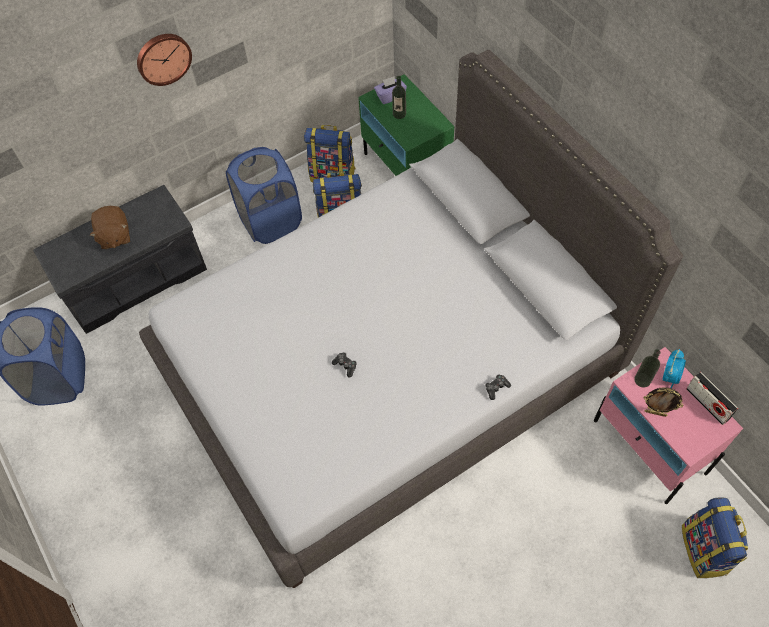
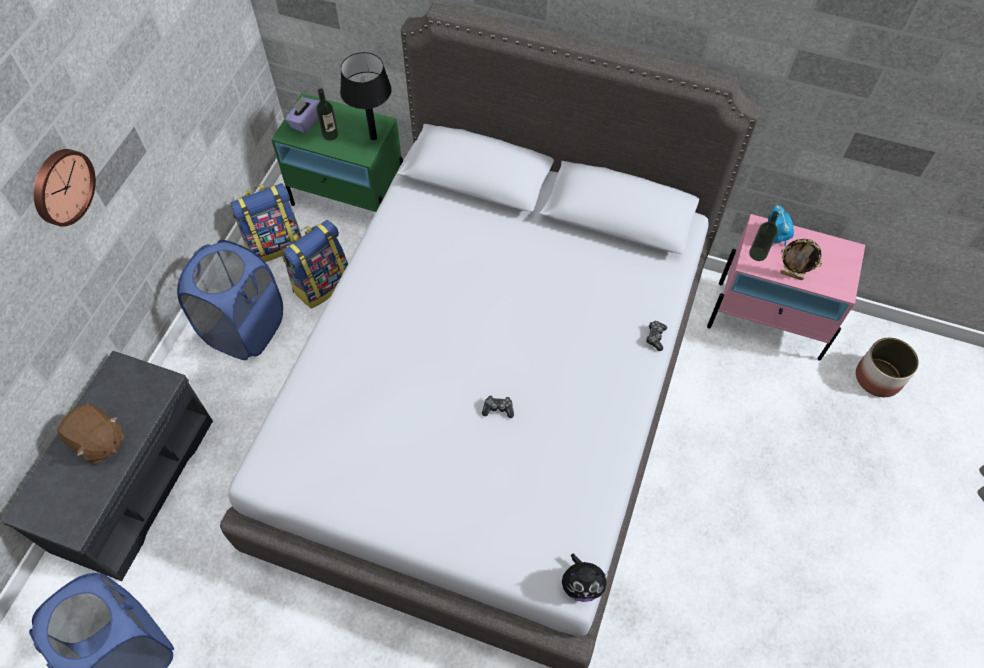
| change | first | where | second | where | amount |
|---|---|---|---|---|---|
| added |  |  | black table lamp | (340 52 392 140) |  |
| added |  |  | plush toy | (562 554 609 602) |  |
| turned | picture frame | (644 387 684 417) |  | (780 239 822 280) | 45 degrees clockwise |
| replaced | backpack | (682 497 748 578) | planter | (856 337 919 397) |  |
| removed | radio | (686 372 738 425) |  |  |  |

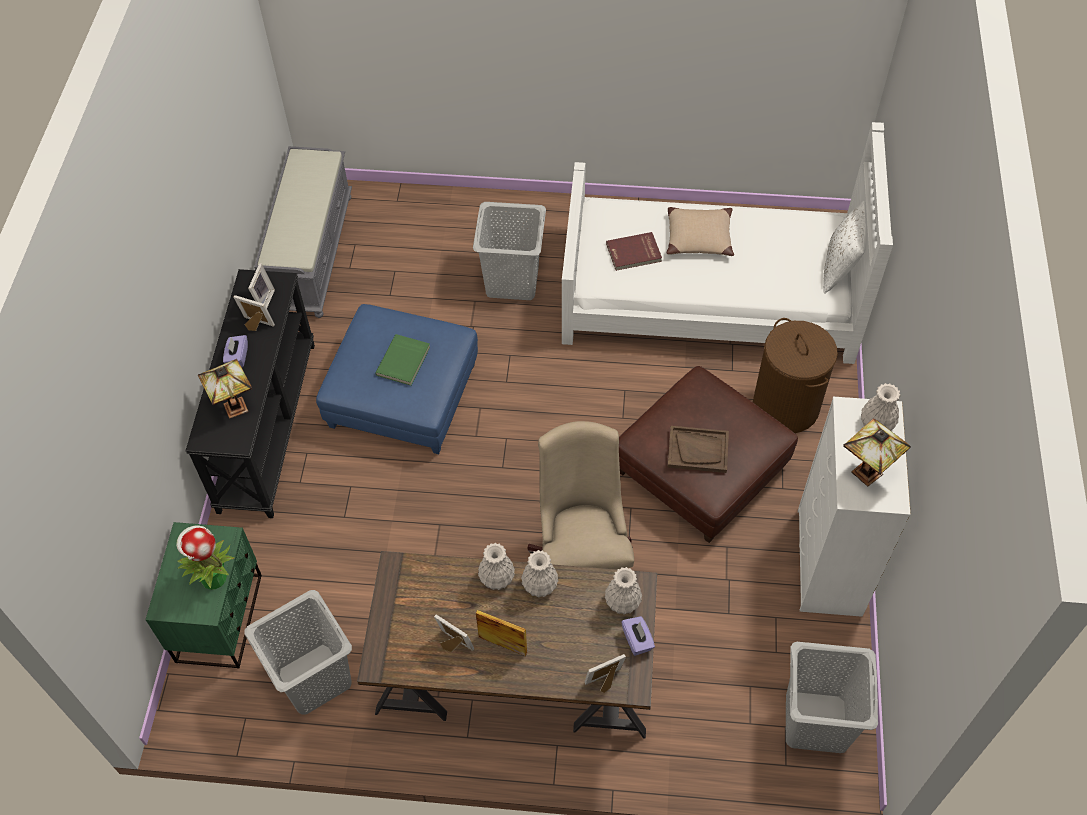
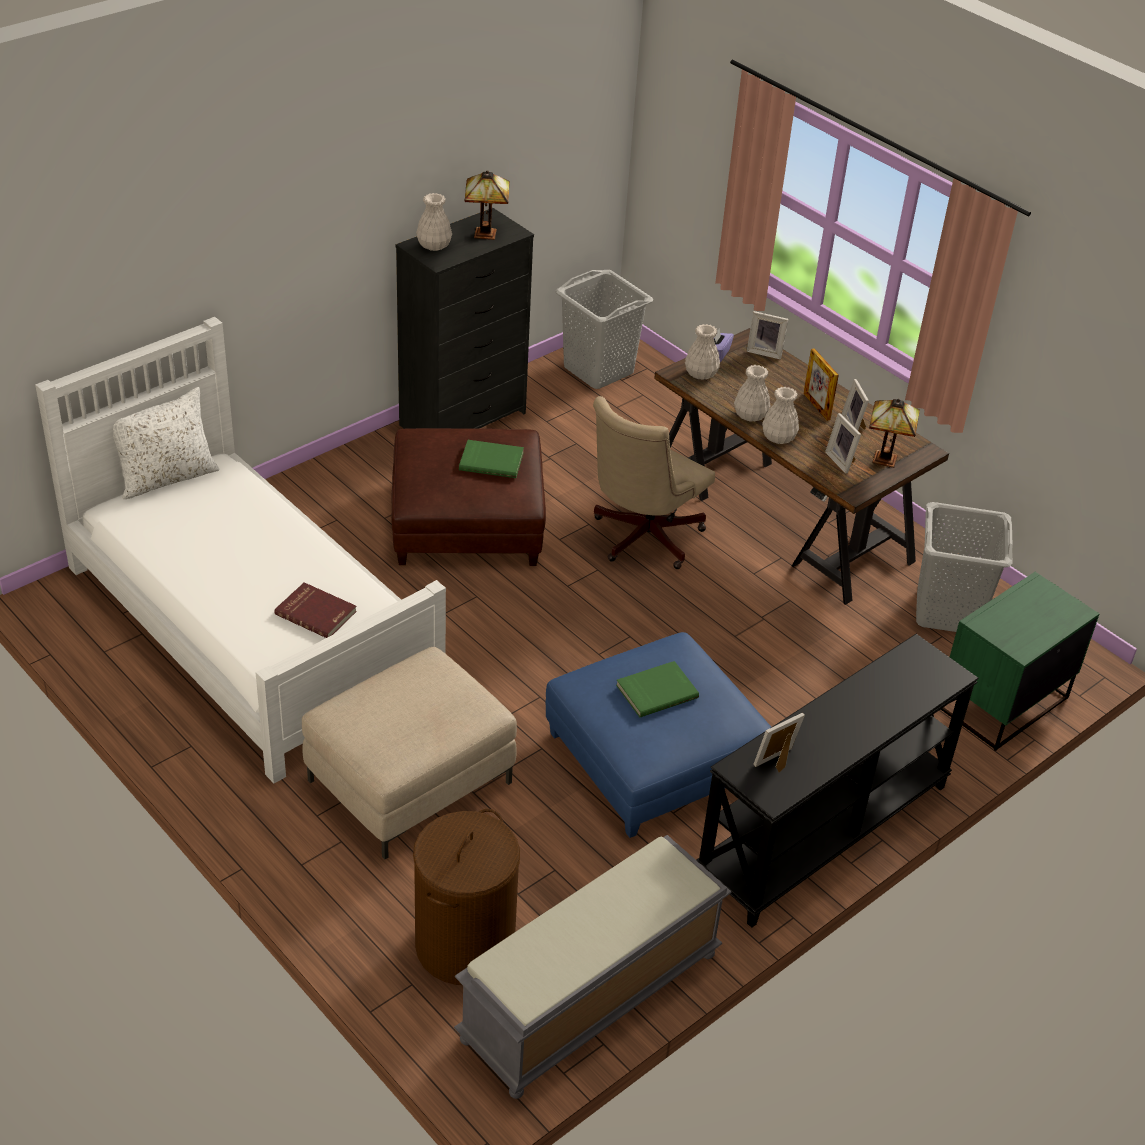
| change | first | where | second | where | amount |
|---|---|---|---|---|---|
| replaced | grey laundry basket | (473 202 546 300) | beige ottoman | (302 647 517 859) |  |
| recoloured | white dresser | (798 397 911 617) | black dresser | (395 208 534 429) |  |
| moved | brown laundry basket | (753 318 838 433) |  | (413 809 520 985) |  |
| replaced | brown tray | (668 426 729 473) | green book | (459 440 524 478) |  |
| moved | picture frame | (233 295 275 331) |  | (825 413 861 474) |  |
| moved | table lamp | (198 359 252 419) |  | (869 399 920 468) |  |
| removed | potted plant | (176 525 234 590) |  |  |  |
| removed | purple tissue box | (223 335 248 367) |  |  |  |
| removed | beige pillow | (667 207 734 256) |  |  |  |

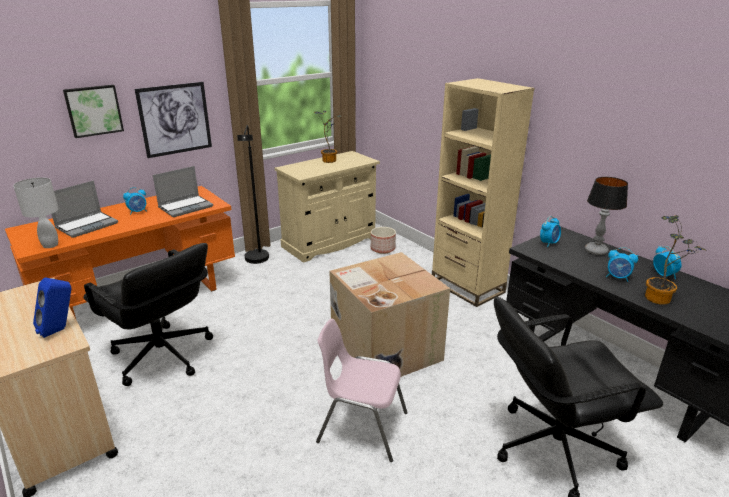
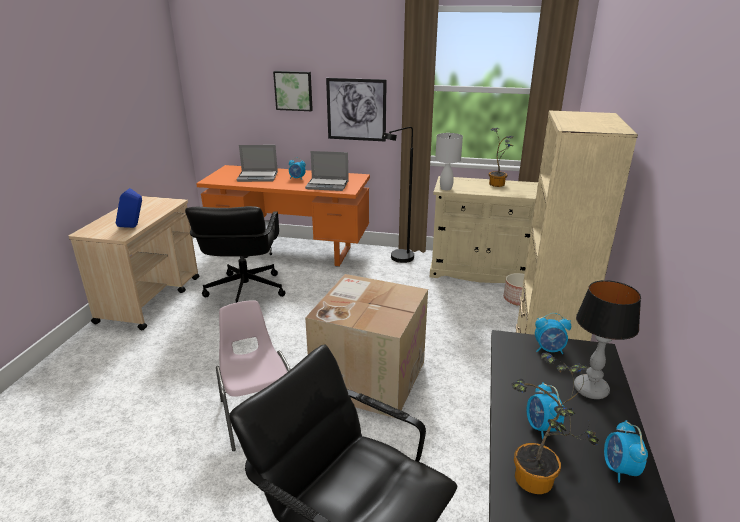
| change | first | where | second | where | amount |
|---|---|---|---|---|---|
| moved | white table lamp | (13 177 59 248) |  | (435 133 463 190) |  |
| turned | alarm clock | (653 246 682 279) |  | (604 420 648 483) | 150 degrees clockwise |

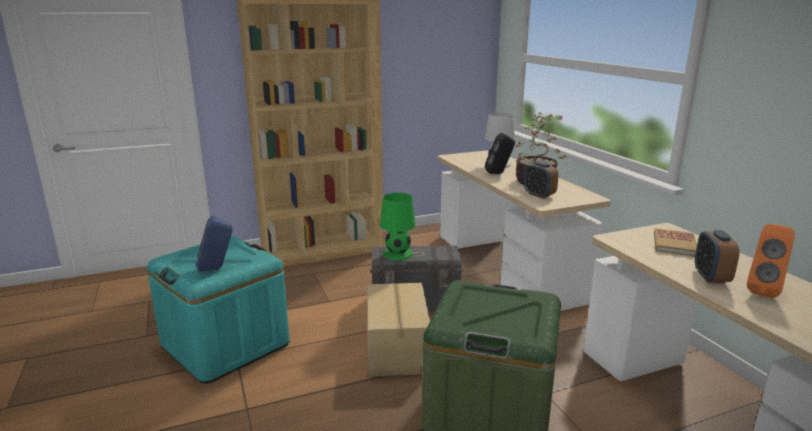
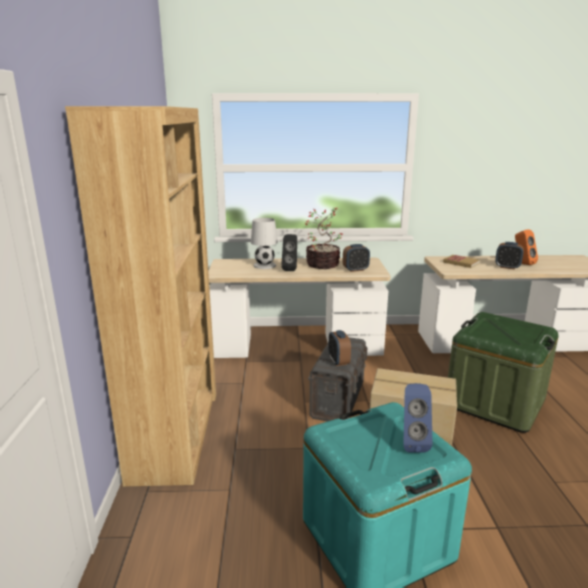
| change | first | where | second | where | amount |
|---|---|---|---|---|---|
| replaced | green table lamp | (380 193 415 260) | alarm clock | (328 330 351 366) |  |

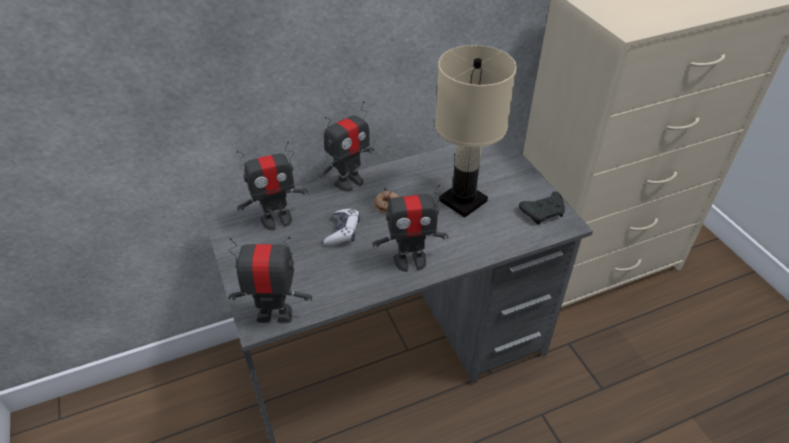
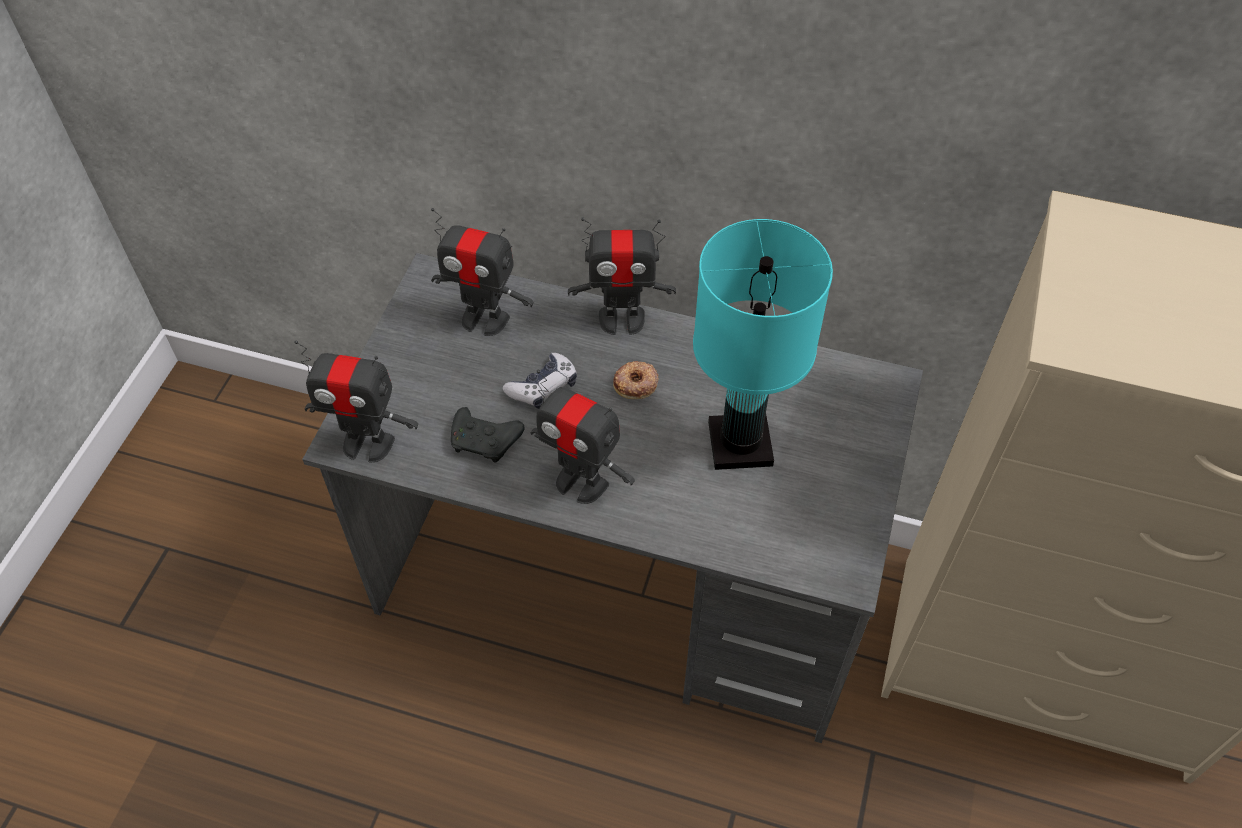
| change | first | where | second | where | amount |
|---|---|---|---|---|---|
| turned | toy robot | (228 236 312 323) |  | (294 340 418 463) | 150 degrees clockwise |
| moved | black game controller | (519 192 565 225) |  | (451 407 525 463) |  |
| recoloured | beige table lamp | (435 45 517 218) | turquoise table lamp | (693 219 833 470) |  |

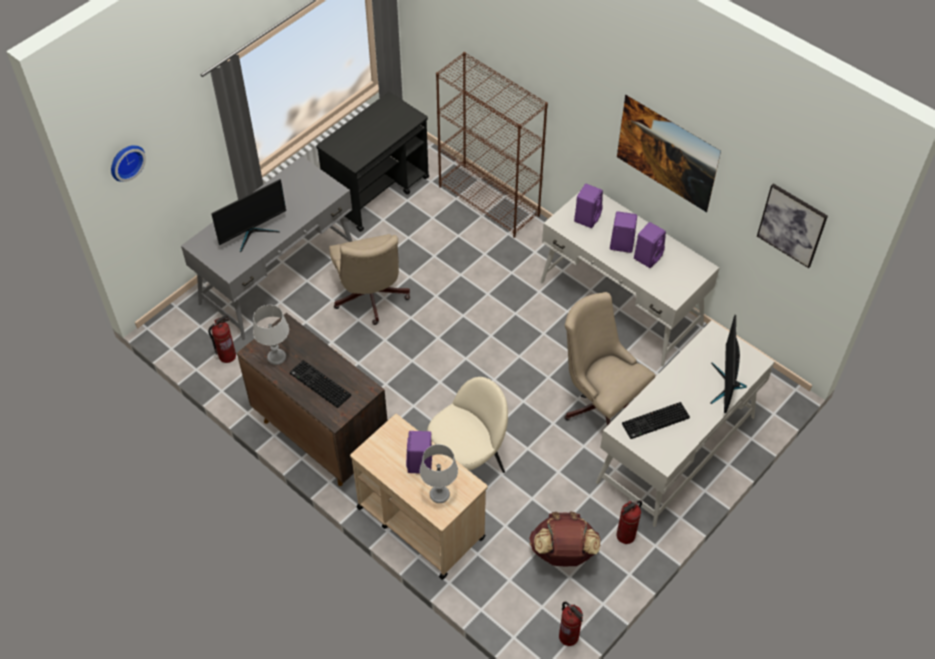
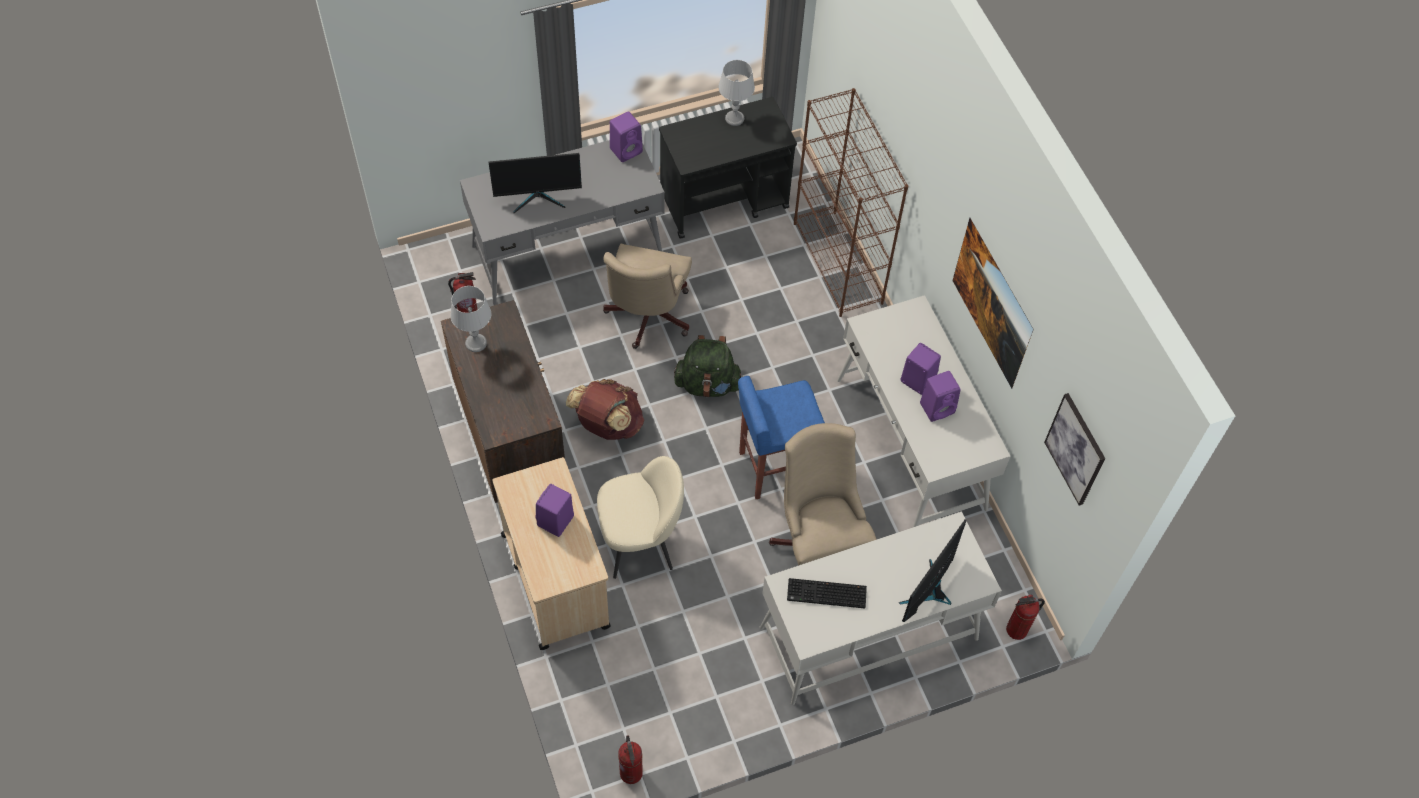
| change | first | where | second | where | amount |
|---|---|---|---|---|---|
| moved | brown backpack | (529 512 601 566) |  | (566 379 644 440) |  |
| moved | purple speaker | (574 184 603 228) |  | (610 111 643 162) |  |
| added |  |  | green backpack | (674 335 743 397) |  |
| moved | grey table lamp | (420 444 458 503) |  | (718 60 755 126) |  |
| added |  |  | blue stool | (738 376 825 499) |  |
| moved | fire extinguisher | (616 500 642 544) |  | (1006 595 1045 640) |  |
| removed | wall clock | (111 145 146 182) |  |  |  |
| removed | keyboard | (290 360 351 408) |  |  |  |

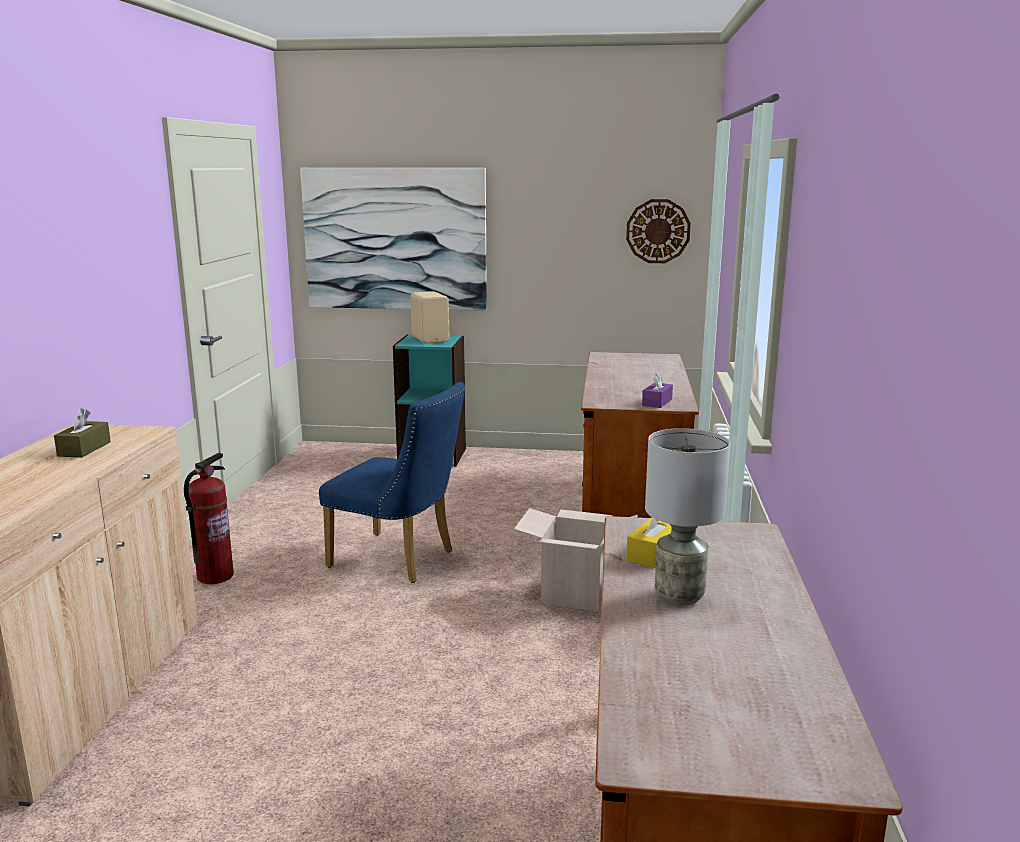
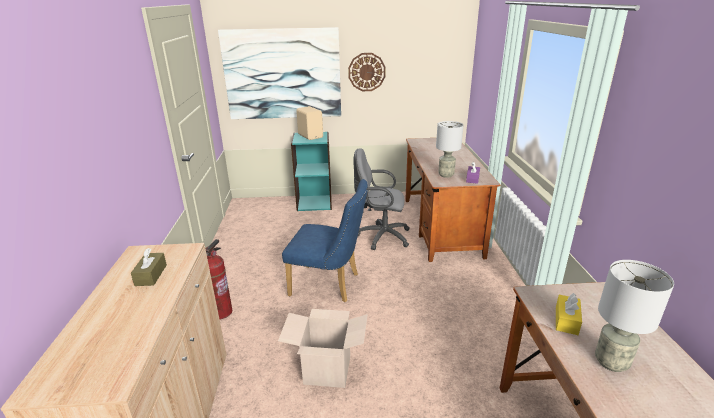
| change | first | where | second | where | amount |
|---|---|---|---|---|---|
| moved | cardboard box | (514 508 638 612) |  | (278 309 368 388) |  |
| moved | wall clock | (626 199 691 263) |  | (348 53 386 91) |  |
| added |  |  | grey office chair | (353 149 410 250) |  |
| added |  |  | grey table lamp | (436 121 463 178) |  |

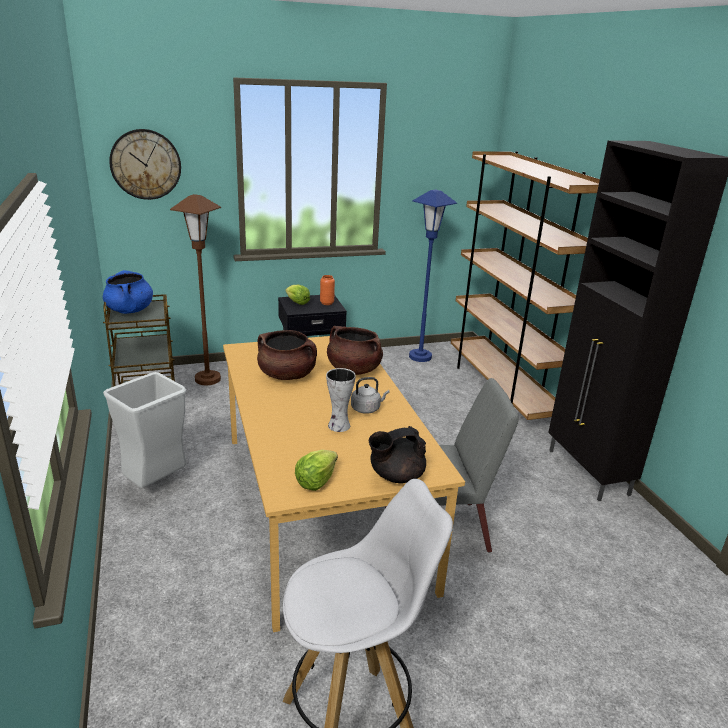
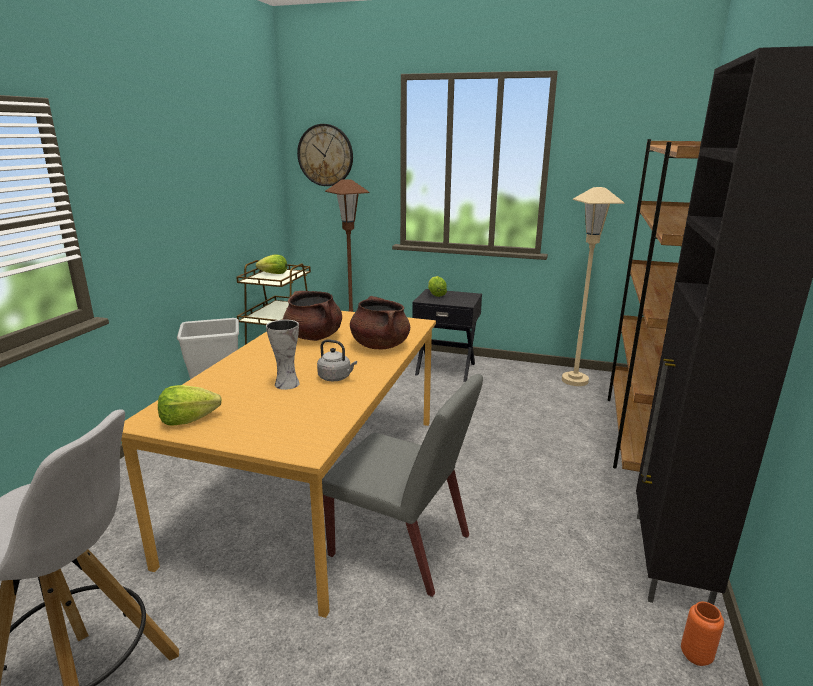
| change | first | where | second | where | amount |
|---|---|---|---|---|---|
| replaced | blue cooking pot | (103 270 153 314) | lettuce | (256 255 287 274) |  |
| recoloured | blue floor lamp | (409 189 457 362) | beige floor lamp | (562 187 624 386) |  |
| moved | orange vase | (320 275 335 305) |  | (681 602 724 666) |  |
| removed | black teapot | (369 426 426 483) |  |  |  |

